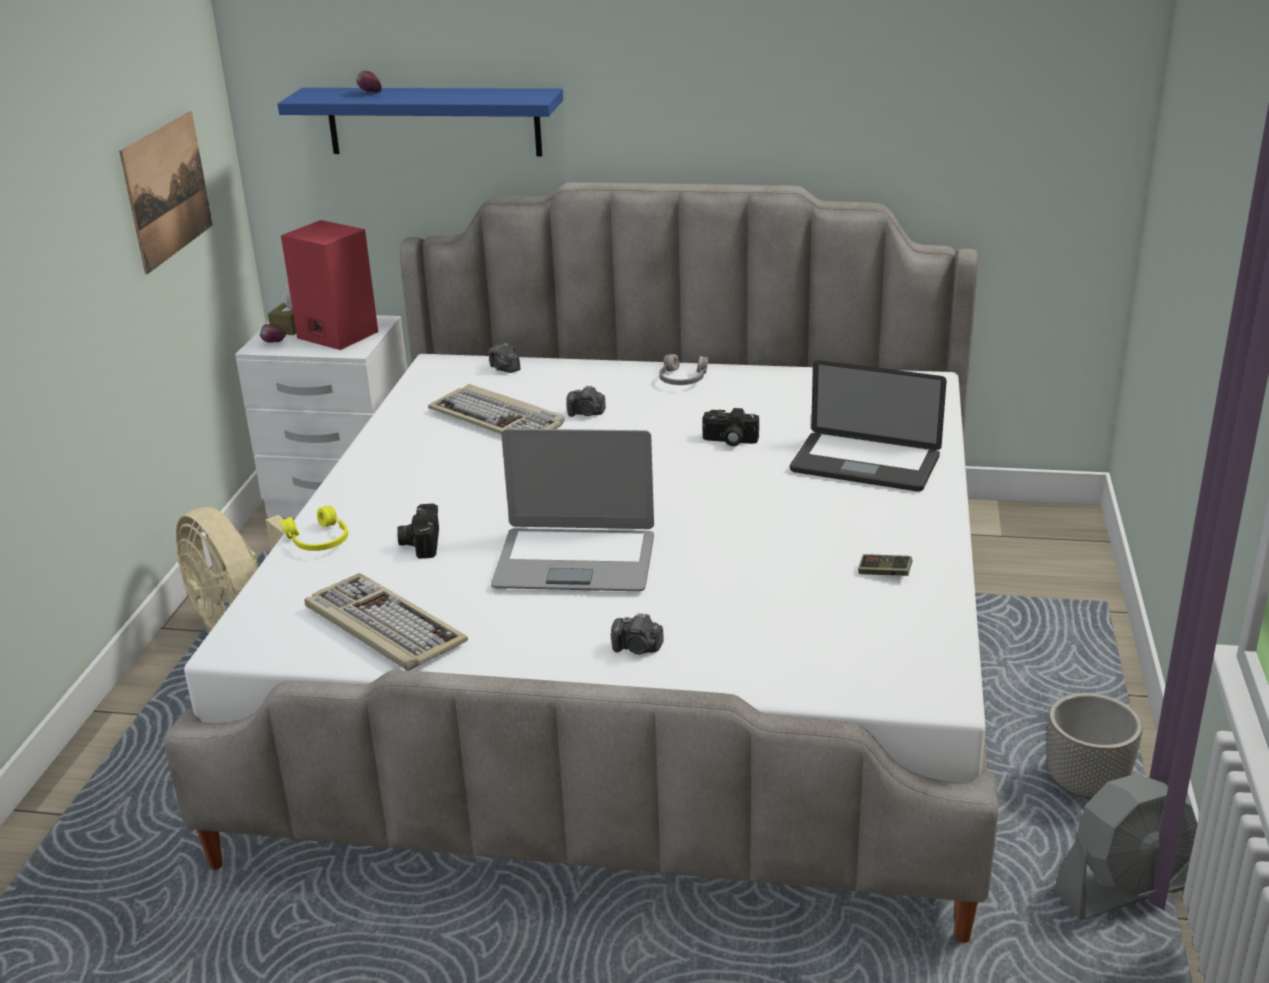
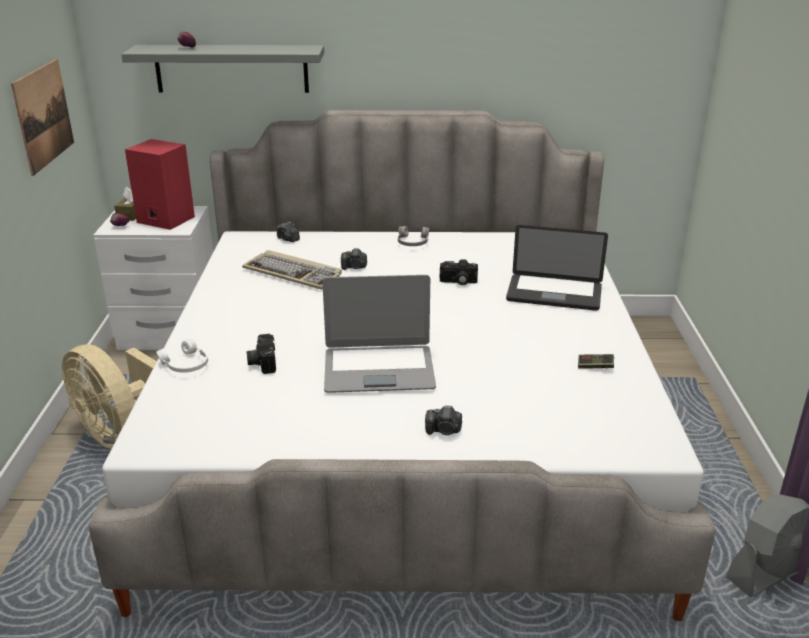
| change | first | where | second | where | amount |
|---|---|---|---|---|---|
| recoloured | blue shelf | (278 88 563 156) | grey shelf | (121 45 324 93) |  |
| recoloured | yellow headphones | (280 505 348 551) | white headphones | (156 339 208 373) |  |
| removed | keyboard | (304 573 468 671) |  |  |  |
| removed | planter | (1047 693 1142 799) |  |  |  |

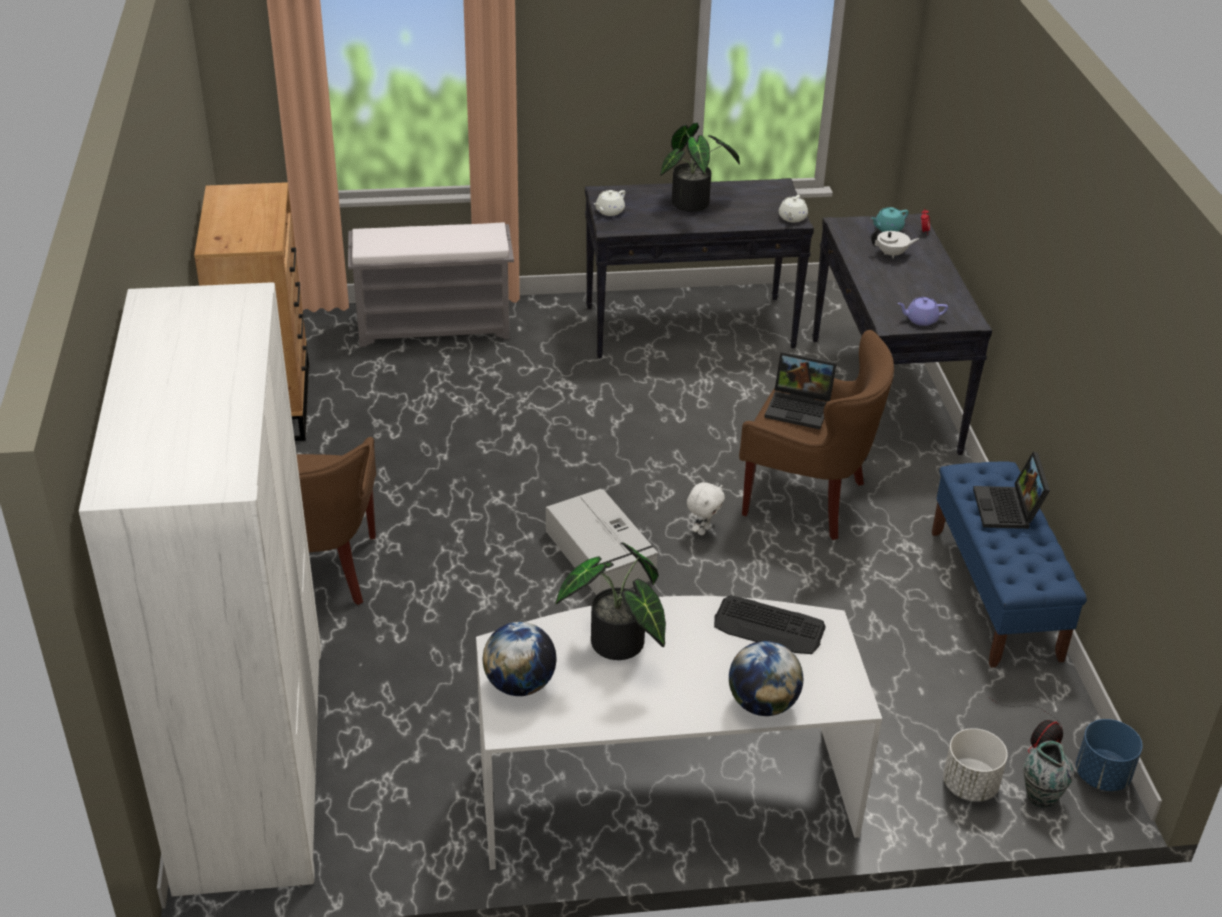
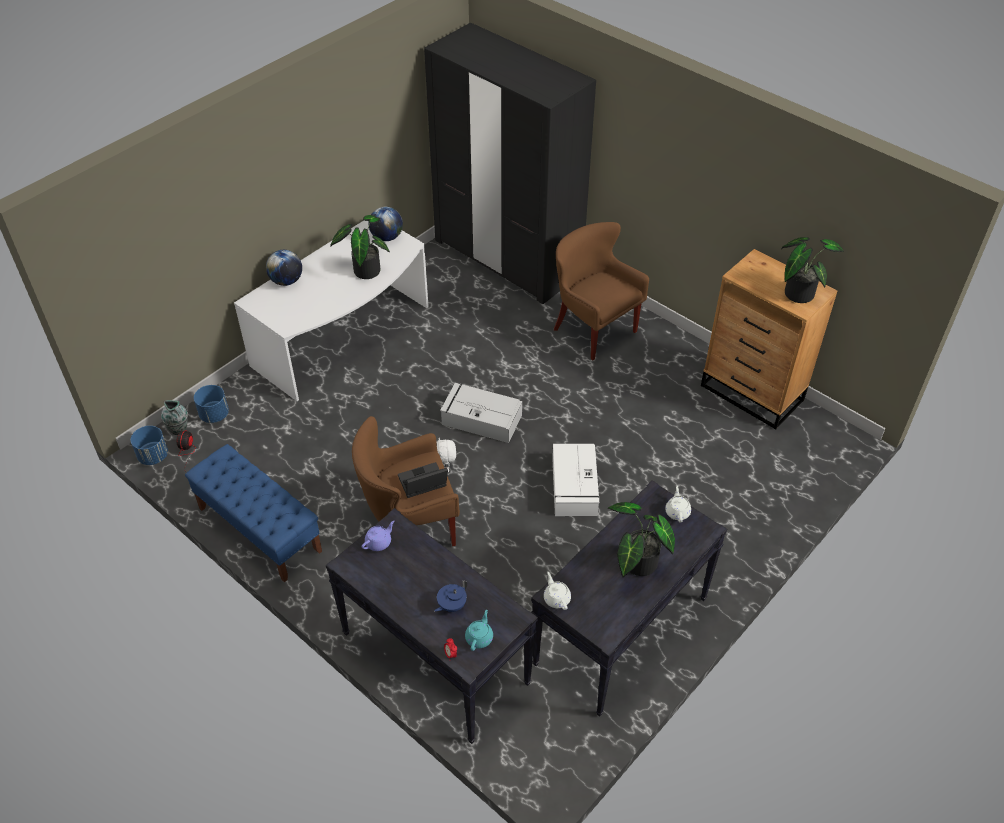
| change | first | where | second | where | amount |
|---|---|---|---|---|---|
| recoloured | white planter | (943 728 1008 802) | blue planter | (194 385 229 423) |  |
| recoloured | white wardrobe | (79 282 321 897) | black wardrobe | (424 22 596 304) |  |
| recoloured | white teapot | (871 229 919 259) | blue teapot | (434 581 467 612) |  |
| added |  |  | white storage box | (552 444 599 516) |  |
| added |  |  | potted plant | (781 237 844 303) |  |
| removed | grey bench | (348 222 514 347) |  |  |  |
| removed | keyboard | (714 595 826 654) |  |  |  |
| removed | laptop | (973 452 1050 529) |  |  |  |

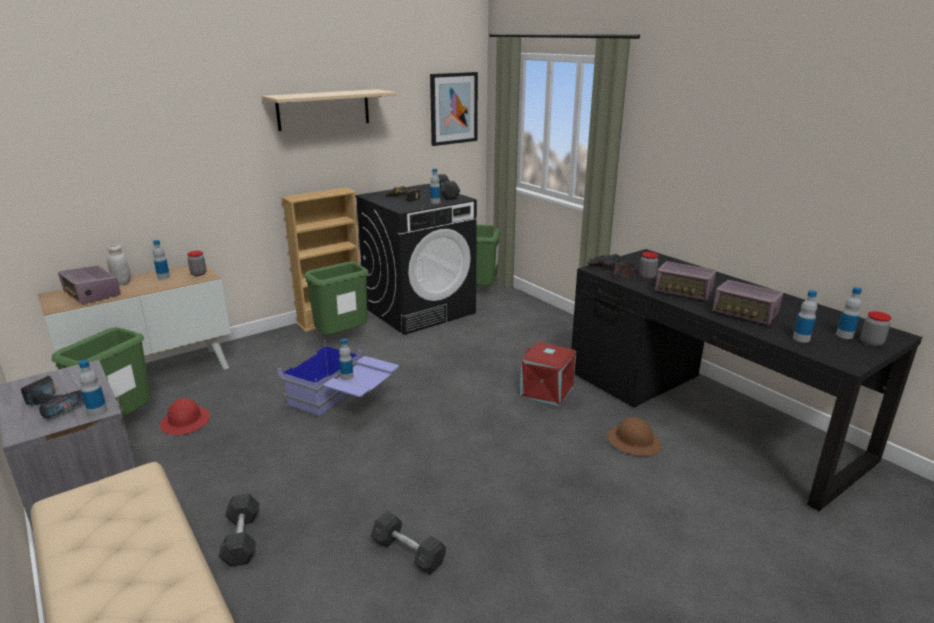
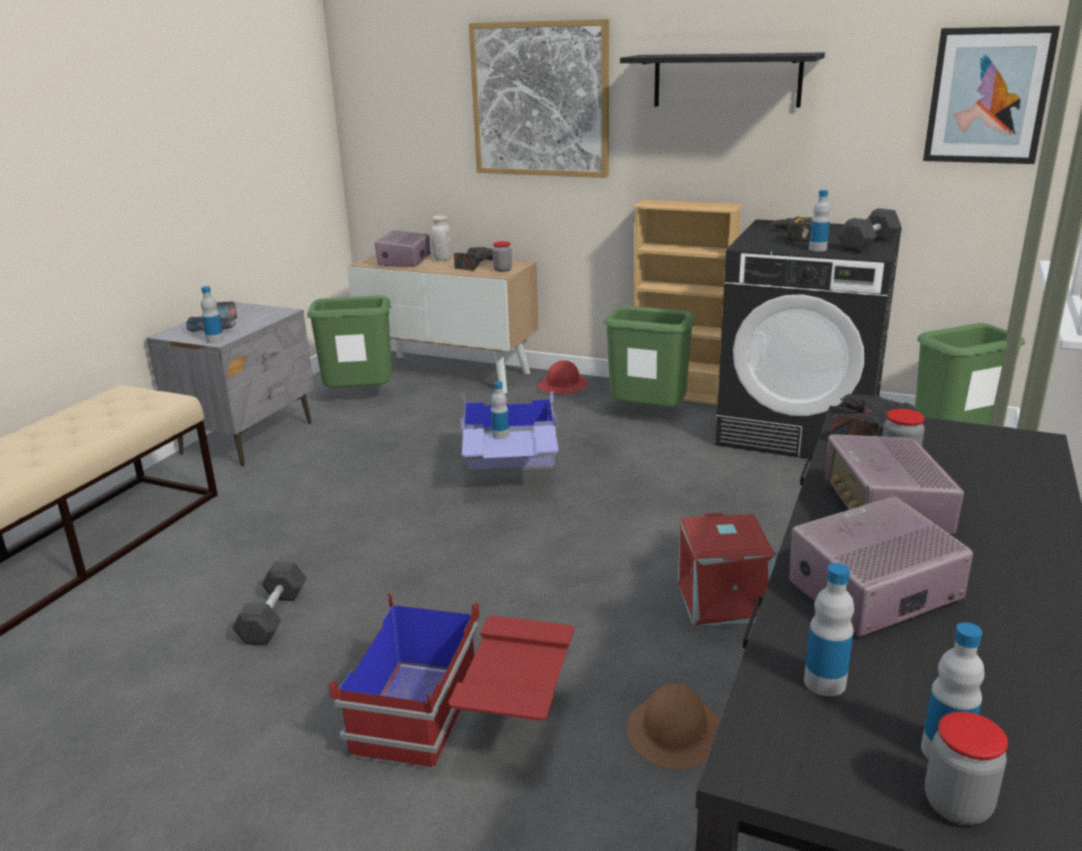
| change | first | where | second | where | amount |
|---|---|---|---|---|---|
| added |  |  | red storage box | (329 593 574 769) |  |
| replaced | bottle | (153 240 170 280) | power drill | (454 247 493 271) |  |
| added |  |  | picture | (469 19 609 178) |  |
| moved | red hard hat | (160 398 210 435) |  | (538 360 588 394) |  |
| recoloured | beige shelf | (262 89 396 131) | black shelf | (620 52 825 108) |  |
| turned | radio | (712 280 783 325) |  | (789 497 973 637) | 60 degrees clockwise |
| removed | grey dumbbell | (219 494 259 567) |  |  |  |

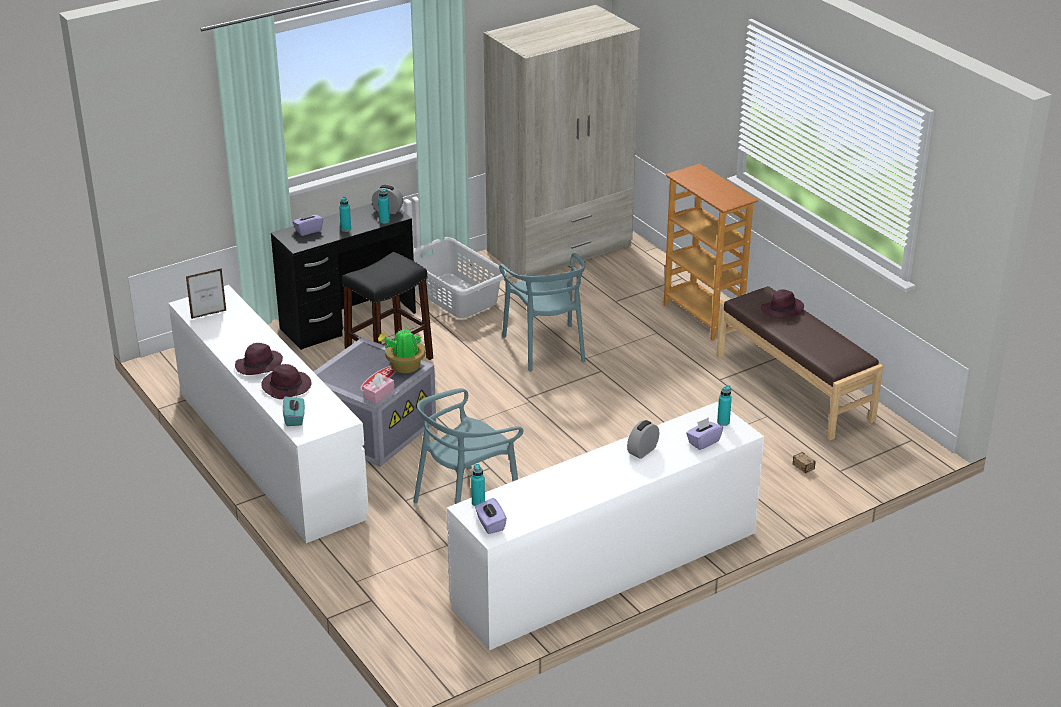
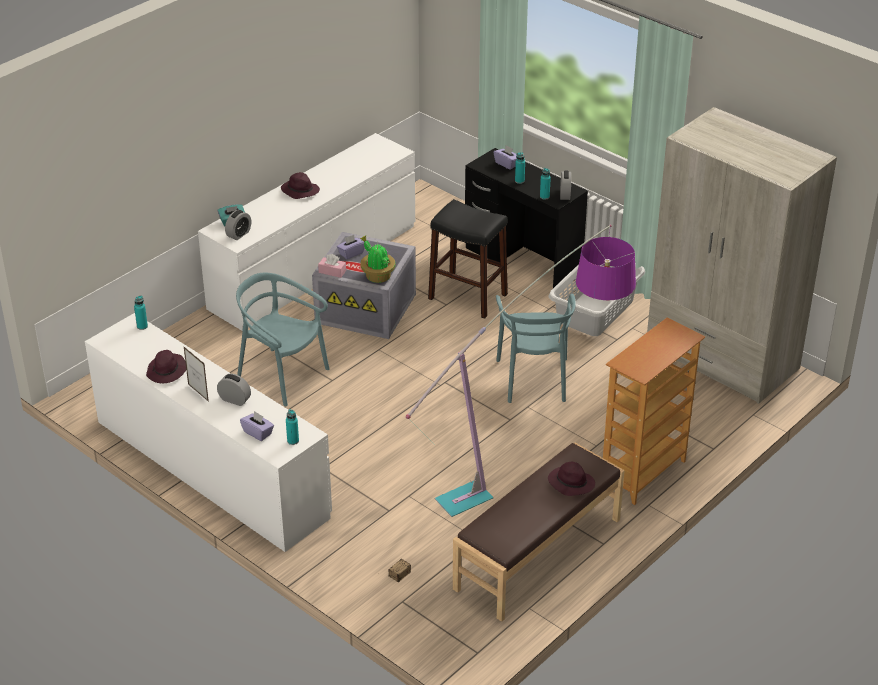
| change | first | where | second | where | amount |
|---|---|---|---|---|---|
| moved | purple hat | (261 364 312 399) |  | (146 350 186 383) |  |
| moved | picture frame | (186 268 227 319) |  | (184 347 209 402) |  |
| added |  |  | alarm clock | (225 210 251 240) |  |
| moved | purple tissue box | (475 498 507 534) |  | (337 235 364 259) |  |
| added |  |  | floor lamp | (406 225 636 517) |  |
| turned | turquoise chair | (499 253 586 371) |  | (496 294 576 403) | 60 degrees counterclockwise |

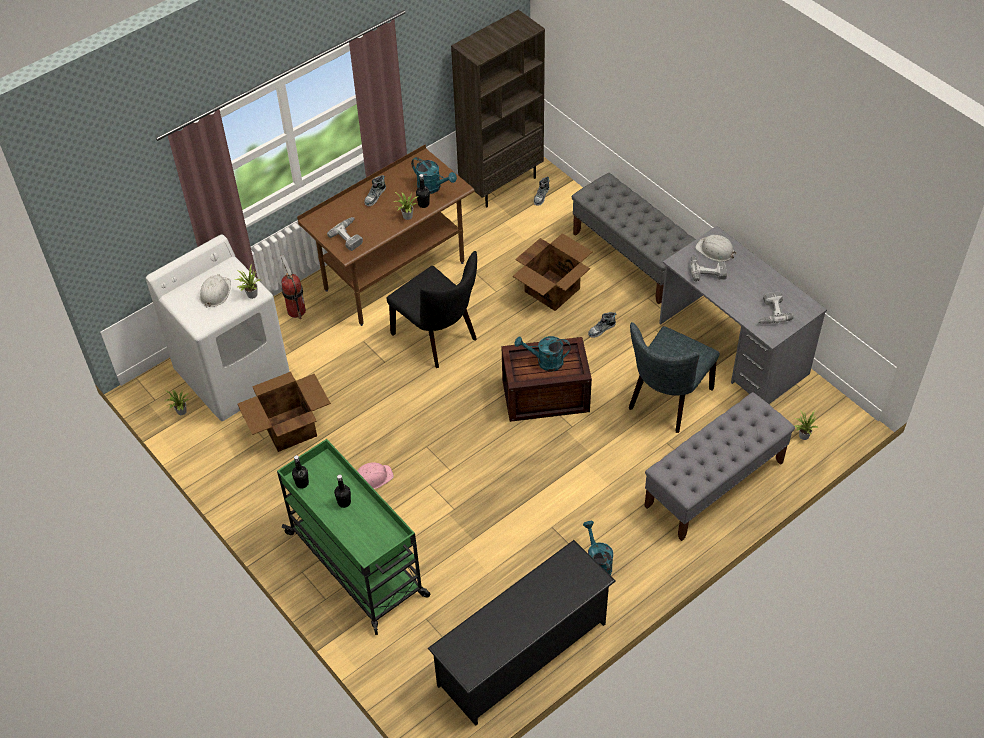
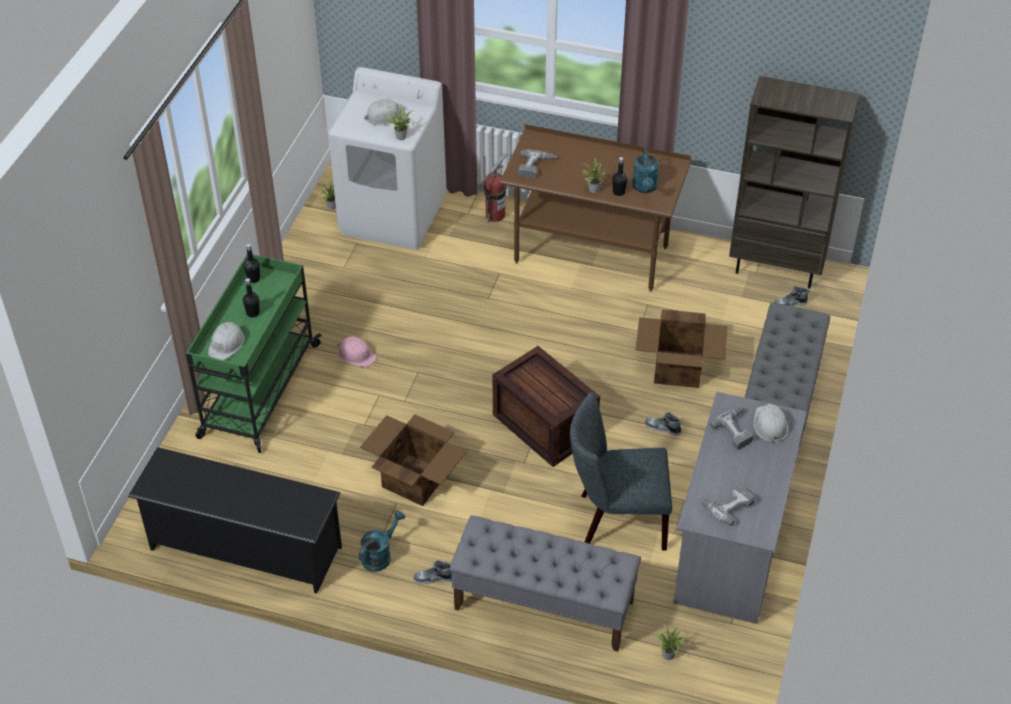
| change | first | where | second | where | amount |
|---|---|---|---|---|---|
| added |  |  | white hard hat | (208 322 245 360) |  |
| moved | cardboard box | (237 372 331 452) |  | (360 414 467 506) |  |
| moved | shoe | (364 175 386 206) |  | (414 560 452 584) |  |
| removed | black chair | (387 251 477 368) |  |  |  |
| removed | turquoise watering can | (515 336 571 371) |  |  |  |

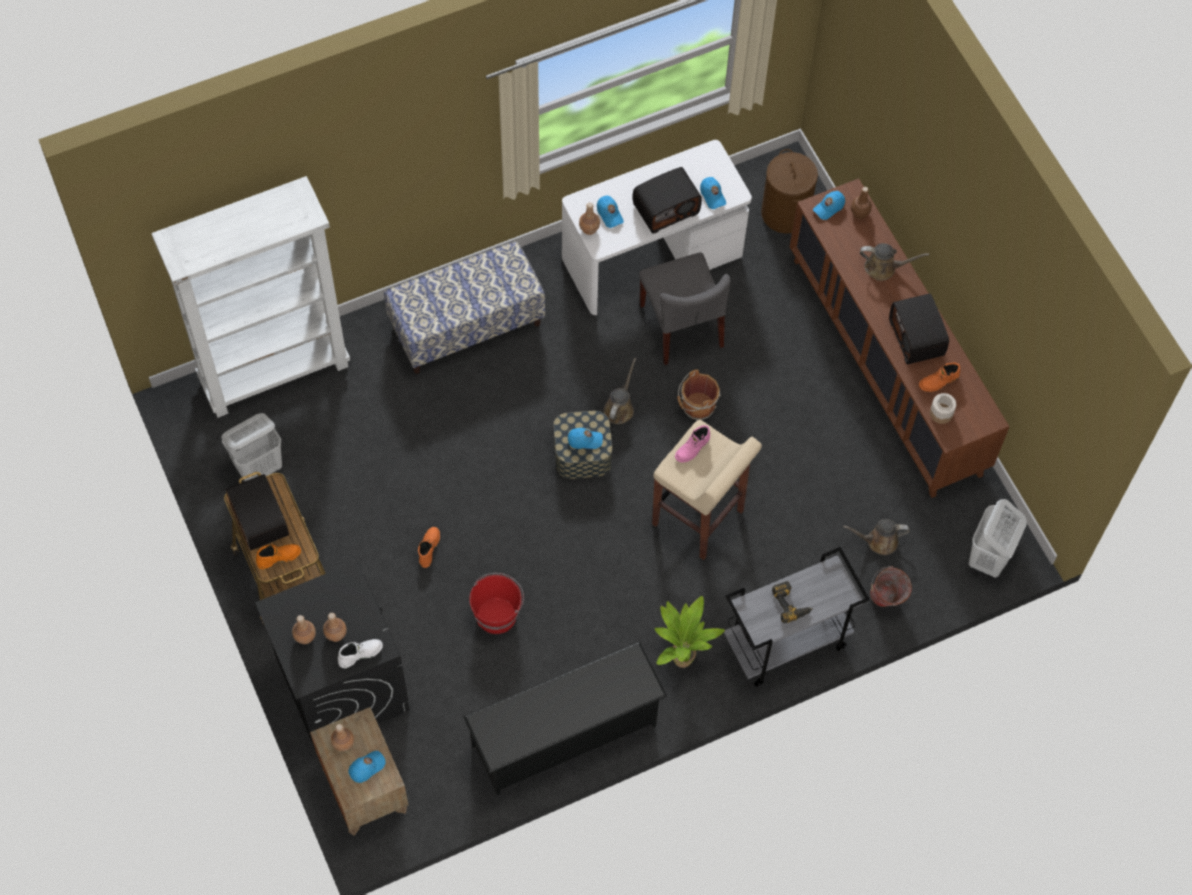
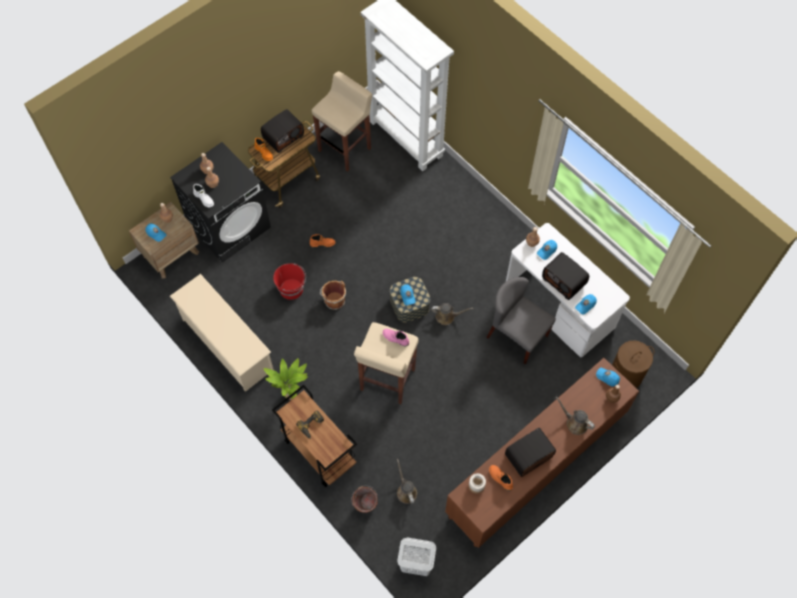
| change | first | where | second | where | amount |
|---|---|---|---|---|---|
| recoloured | black shoe rack | (464 642 667 795) | beige shoe rack | (170 274 274 392) |  |
| recoloured | grey cart | (724 547 870 687) | brown cart | (272 385 357 487) |  |
| replaced | white laundry basket | (222 413 282 481) | beige stool | (312 71 372 172) |  |
| moved | brown bucket | (677 369 721 421) |  | (320 281 346 310) |  |
| turned | grey chair | (639 252 731 365) |  | (486 277 556 365) | 75 degrees clockwise |
| turned | brown watering can | (860 243 929 281) |  | (556 396 595 435) | 135 degrees clockwise |
| removed | bench | (384 241 545 374) |  |  |  |

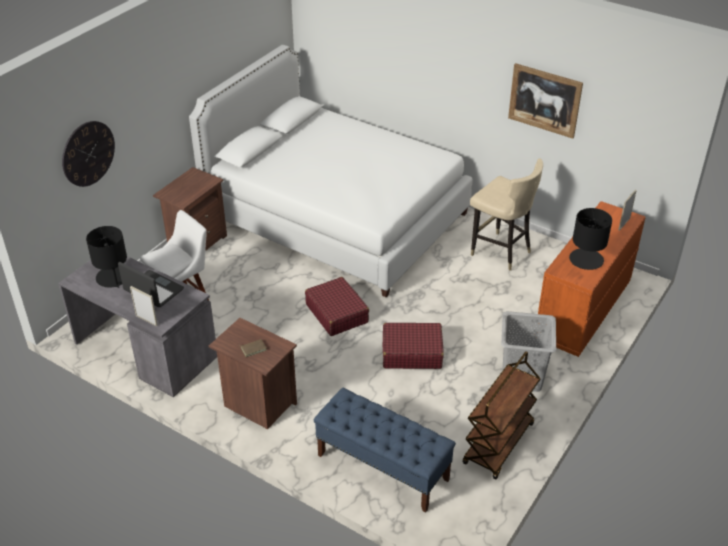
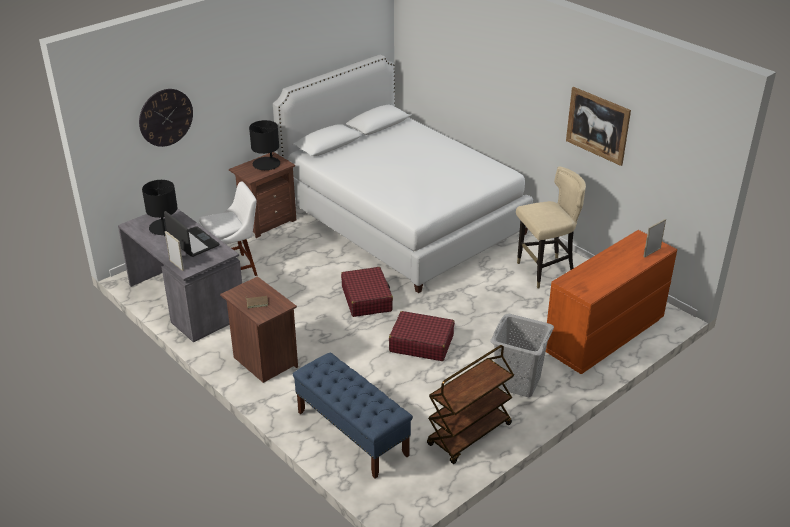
| change | first | where | second | where | amount |
|---|---|---|---|---|---|
| moved | black table lamp | (569 208 612 270) |  | (249 120 280 170) |  |
| turned | beige chair | (470 159 543 271) |  | (516 166 586 289) | 75 degrees counterclockwise |

